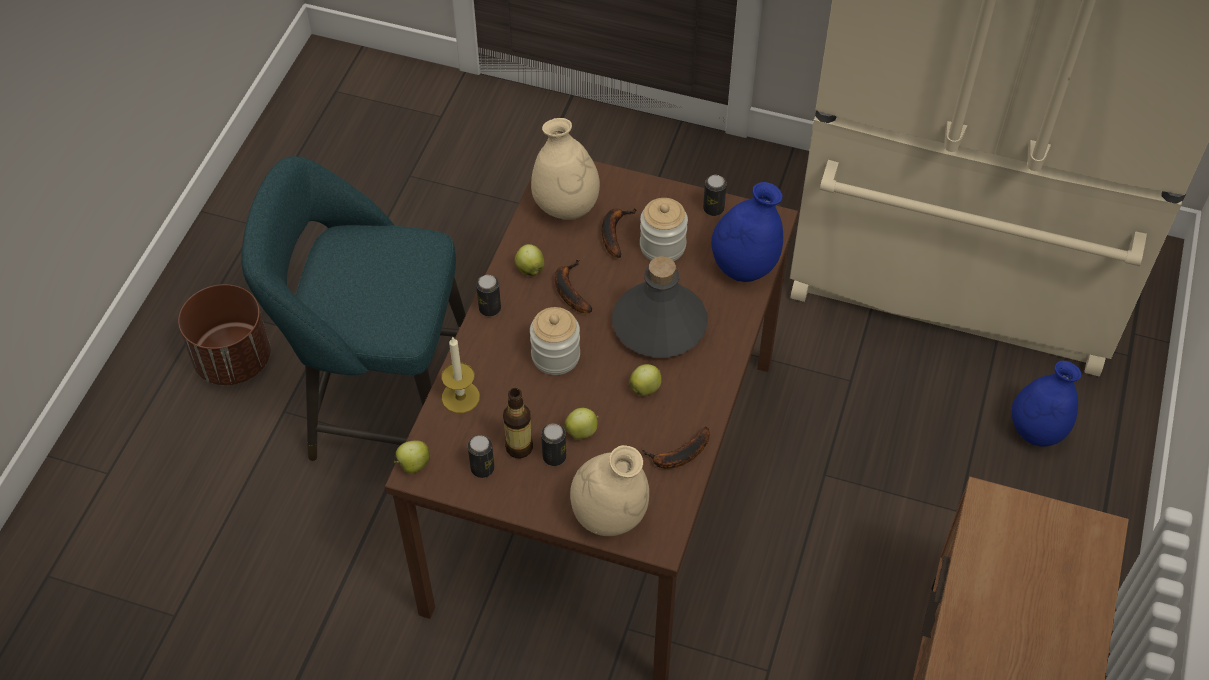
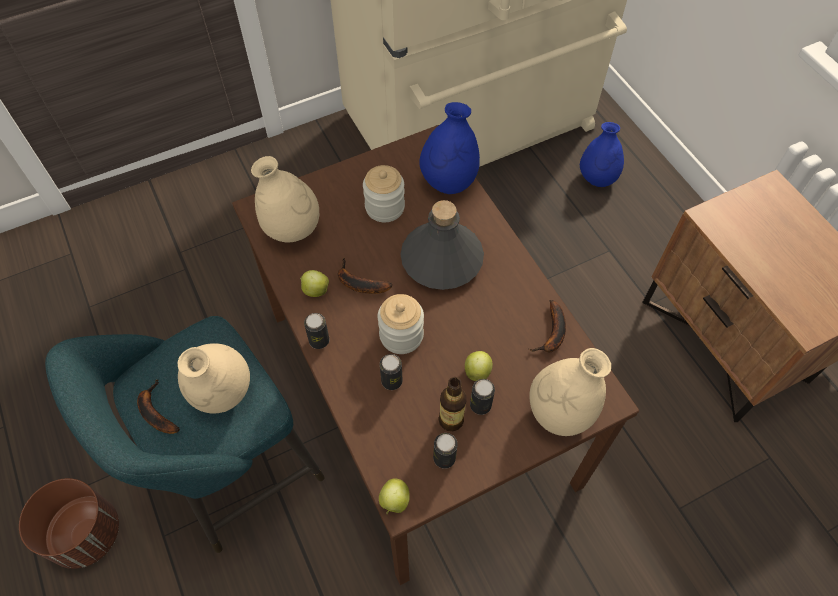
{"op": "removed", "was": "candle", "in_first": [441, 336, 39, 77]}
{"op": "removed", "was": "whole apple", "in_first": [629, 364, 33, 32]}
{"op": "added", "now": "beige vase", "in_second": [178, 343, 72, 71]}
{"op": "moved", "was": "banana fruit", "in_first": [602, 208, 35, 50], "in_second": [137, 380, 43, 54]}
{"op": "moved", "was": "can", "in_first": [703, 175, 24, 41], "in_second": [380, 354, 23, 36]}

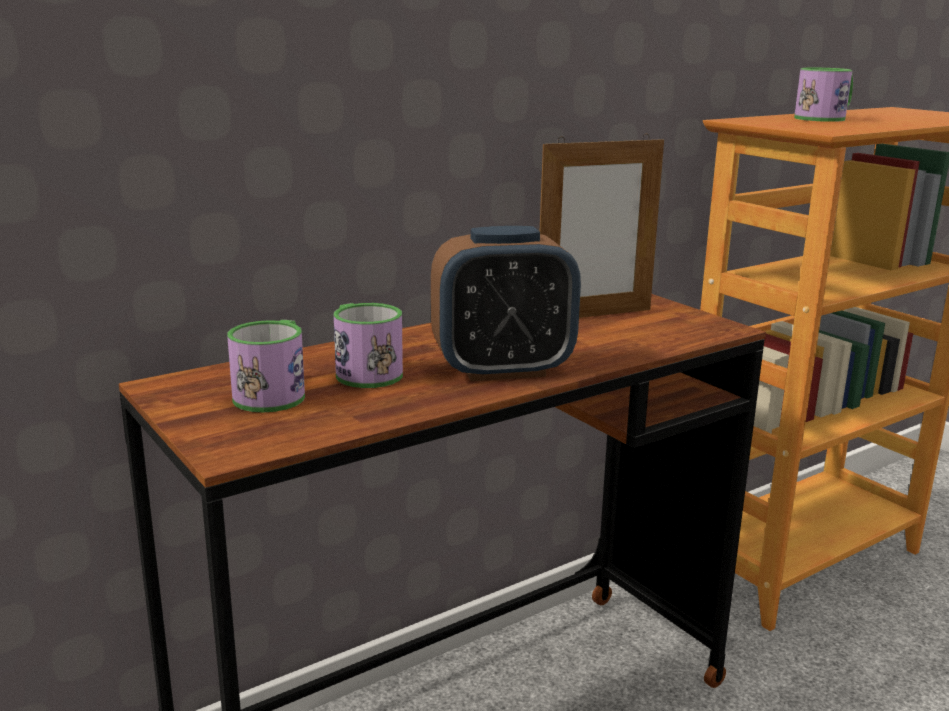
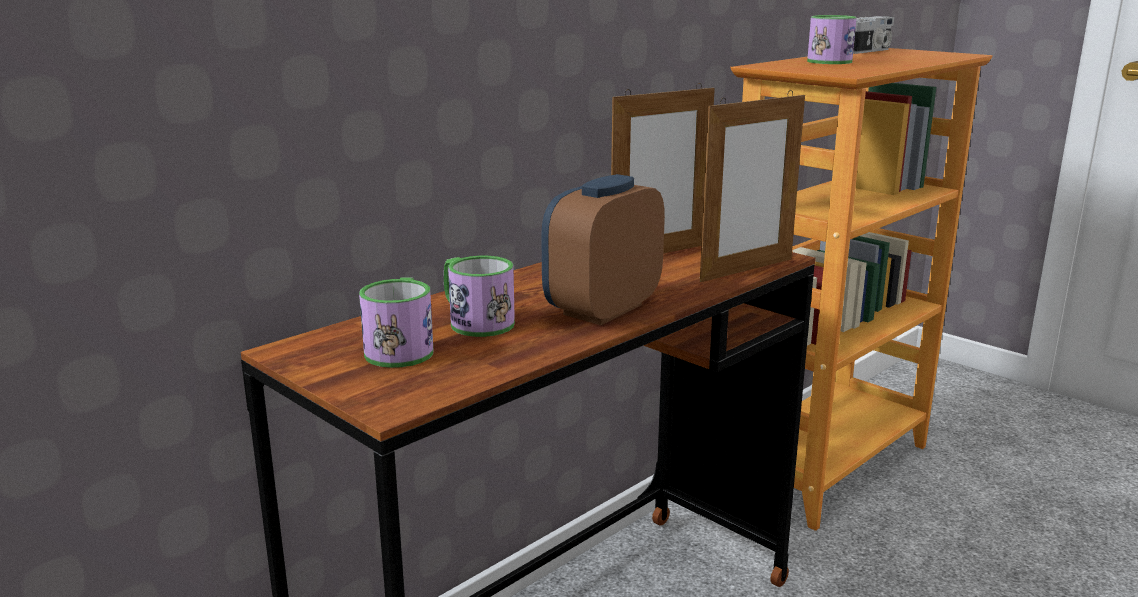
{"op": "added", "now": "photo frame", "in_second": [700, 90, 105, 192]}
{"op": "added", "now": "photo camera", "in_second": [853, 16, 41, 38]}
{"op": "turned", "was": "alarm clock", "in_first": [431, 226, 150, 155], "in_second": [541, 174, 124, 151], "clockwise": 150}

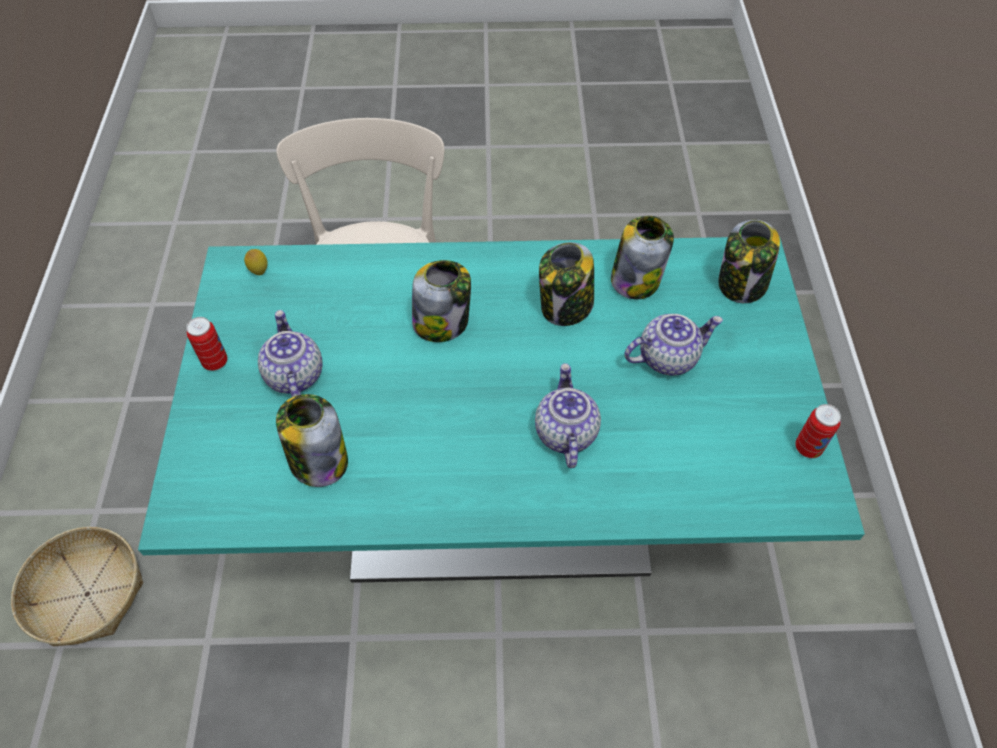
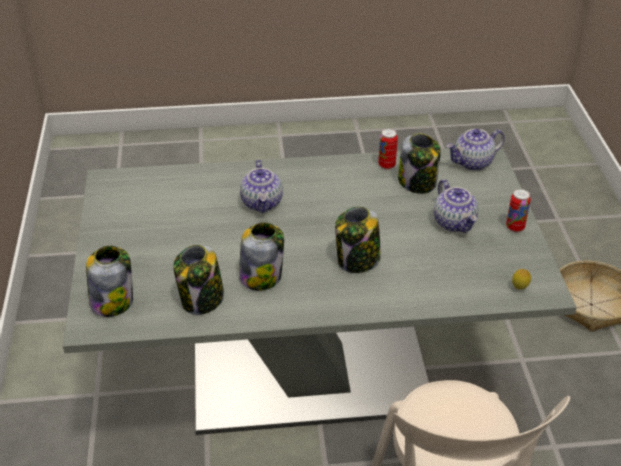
{"op": "moved", "was": "pot for tea", "in_first": [624, 314, 99, 62], "in_second": [447, 129, 58, 42]}
{"op": "moved", "was": "can", "in_first": [795, 404, 46, 54], "in_second": [378, 129, 20, 40]}
{"op": "recoloured", "was": "turquoise kitchen table", "now": "grey kitchen table", "in_first": [138, 236, 727, 347], "in_second": [63, 145, 514, 290]}

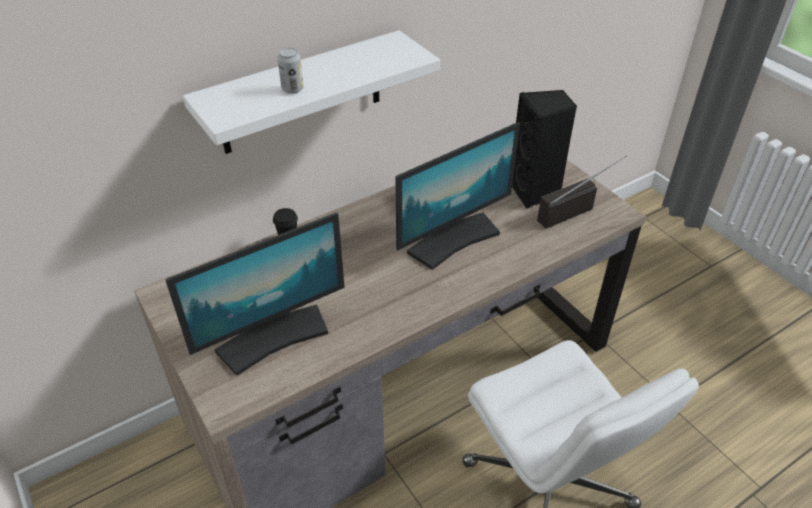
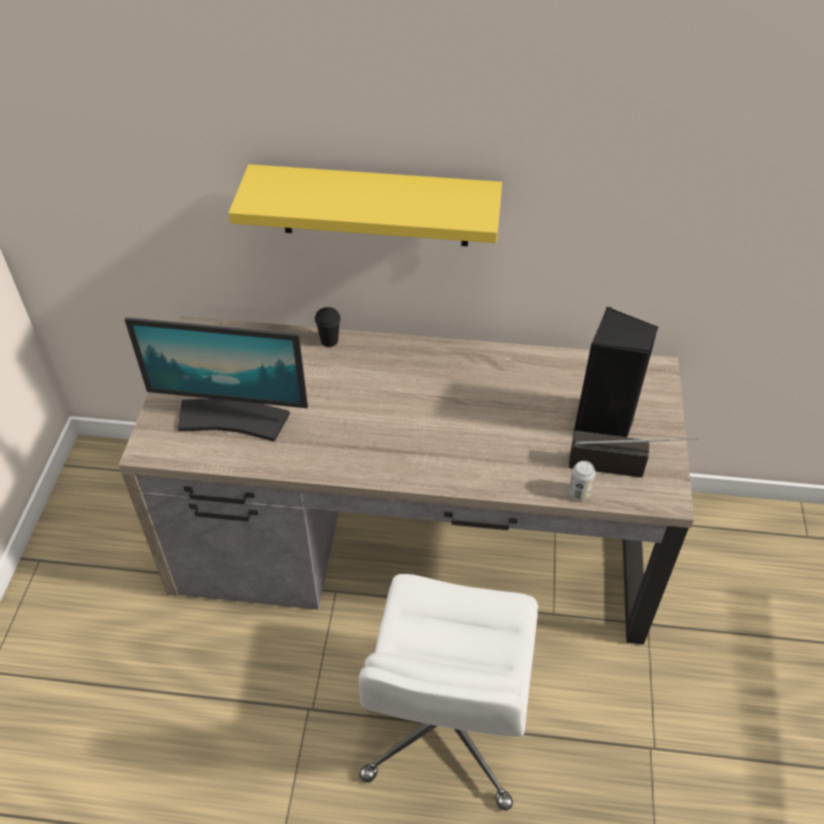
{"op": "removed", "was": "computer screen", "in_first": [395, 122, 125, 148]}
{"op": "moved", "was": "can", "in_first": [277, 48, 27, 46], "in_second": [569, 461, 27, 40]}
{"op": "recoloured", "was": "white-coloured bracket shelf", "now": "yellow bracket shelf", "in_first": [183, 30, 257, 124], "in_second": [229, 164, 273, 82]}

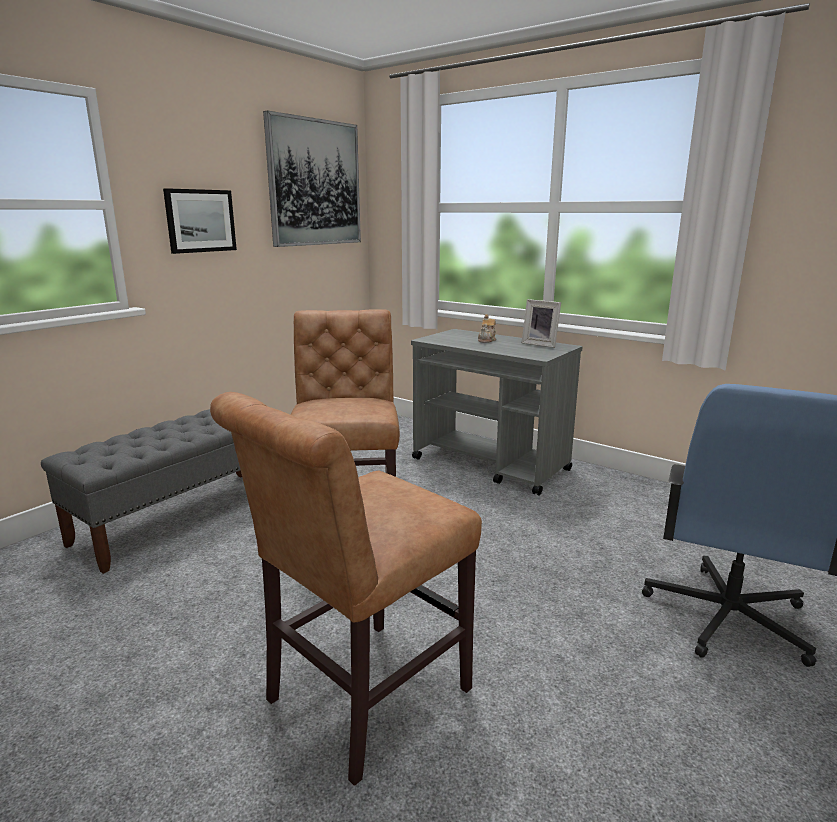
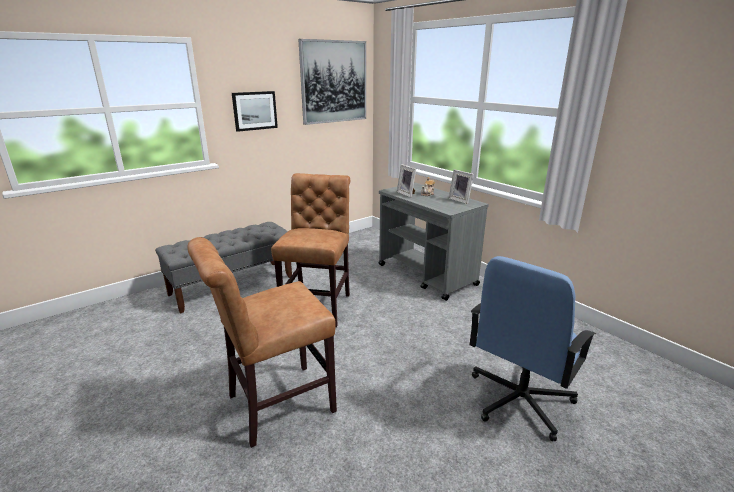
{"op": "added", "now": "photo frame", "in_second": [397, 164, 19, 33]}

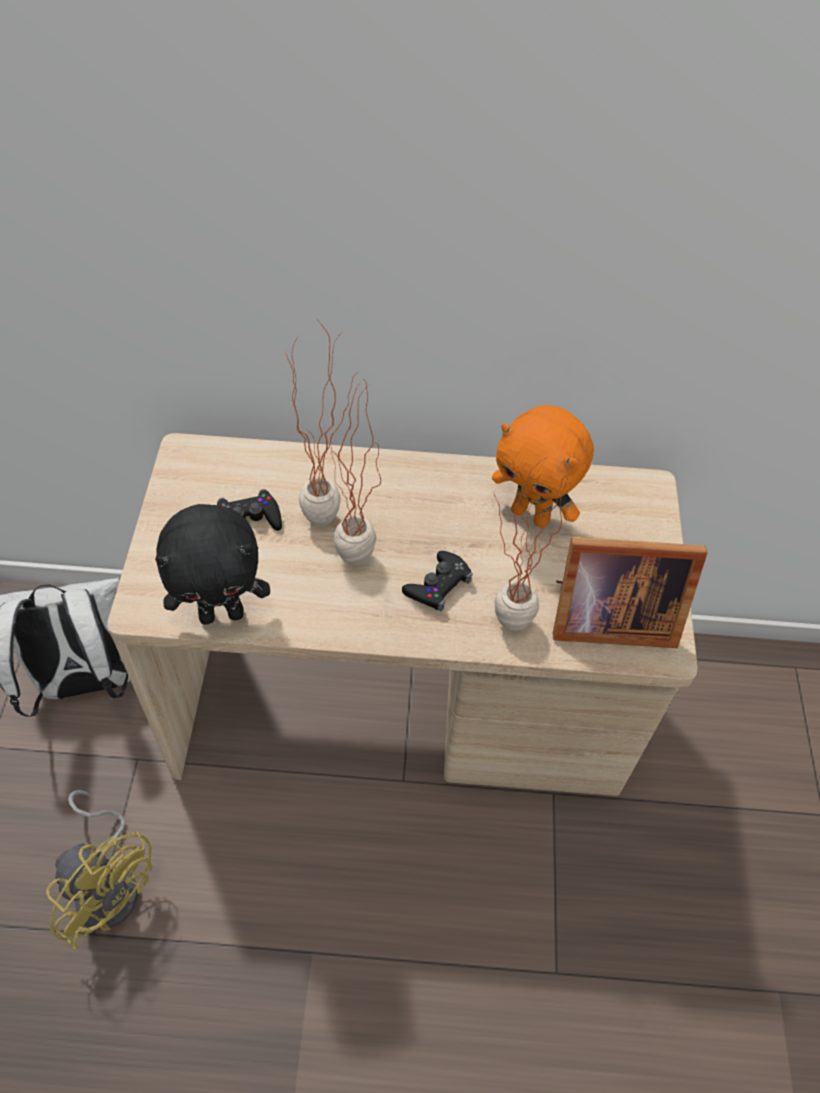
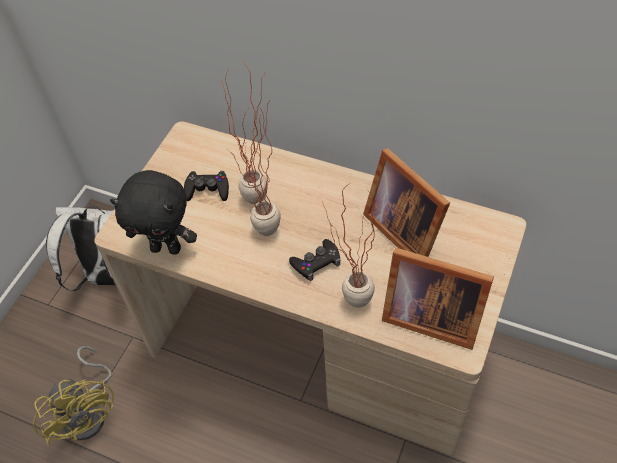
{"op": "replaced", "was": "orange cuddly toy", "now": "photo frame", "in_first": [492, 405, 102, 123], "in_second": [363, 148, 87, 109]}

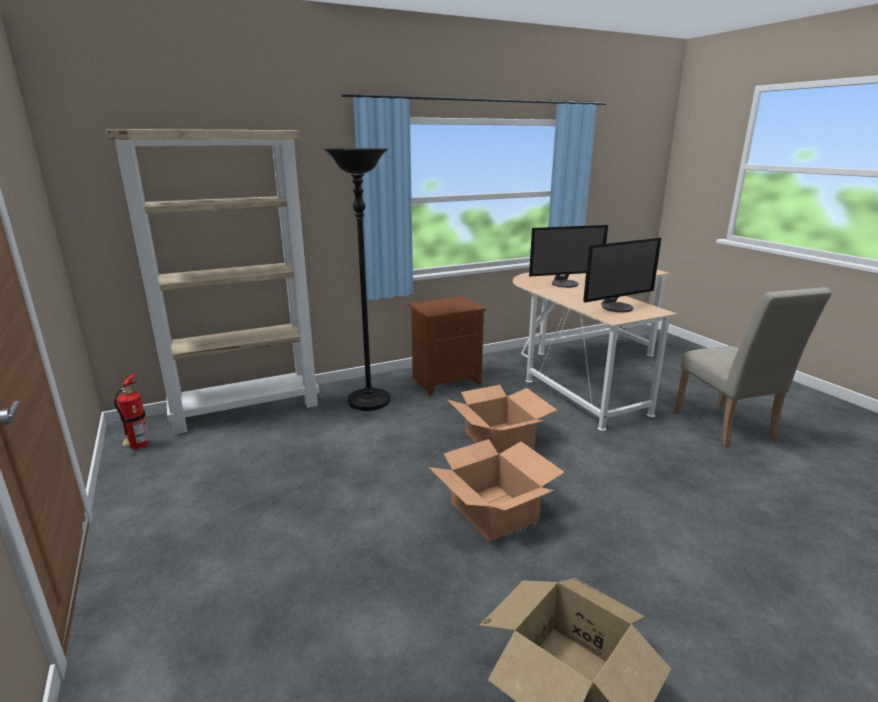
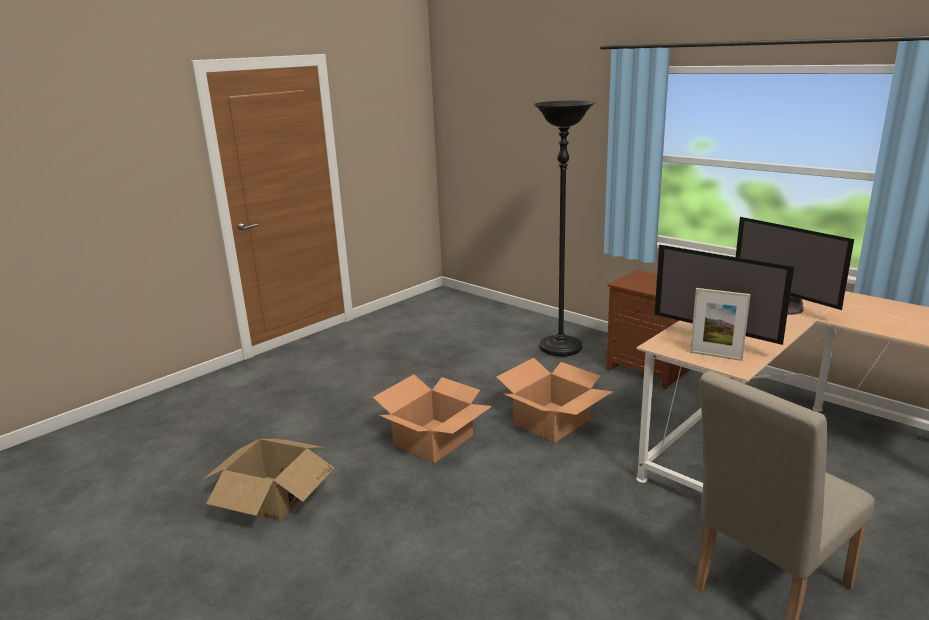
{"op": "removed", "was": "beige bookshelf", "in_first": [106, 129, 213, 305]}
{"op": "removed", "was": "fire extinguisher", "in_first": [114, 372, 36, 78]}
{"op": "added", "now": "photo frame", "in_second": [690, 288, 61, 73]}

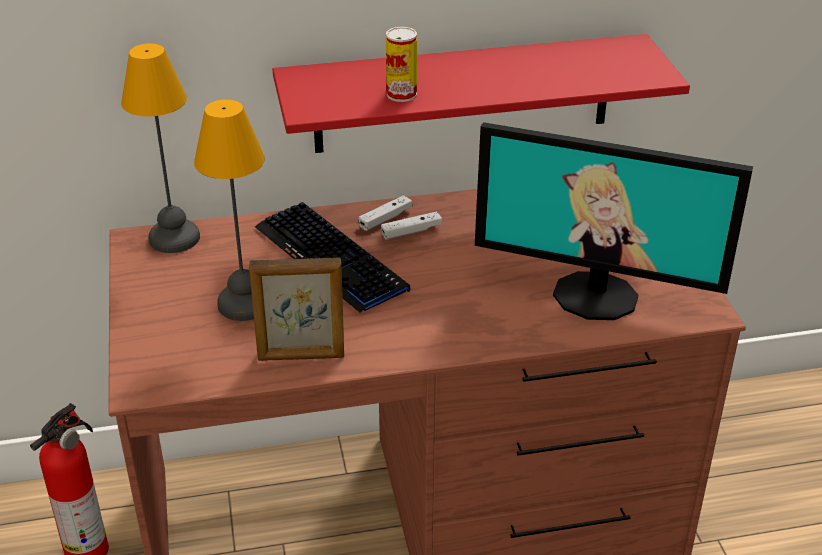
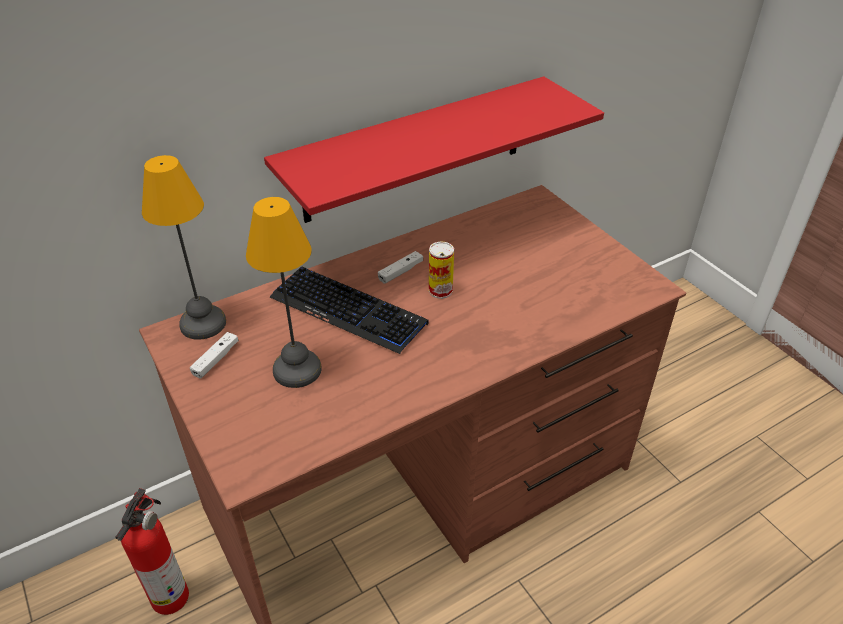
{"op": "removed", "was": "photo frame", "in_first": [249, 257, 95, 104]}
{"op": "removed", "was": "computer screen", "in_first": [475, 122, 278, 198]}
{"op": "moved", "was": "white-coloured game controller", "in_first": [358, 195, 54, 36], "in_second": [190, 332, 49, 47]}
{"op": "moved", "was": "can", "in_first": [386, 27, 31, 75], "in_second": [429, 241, 25, 58]}

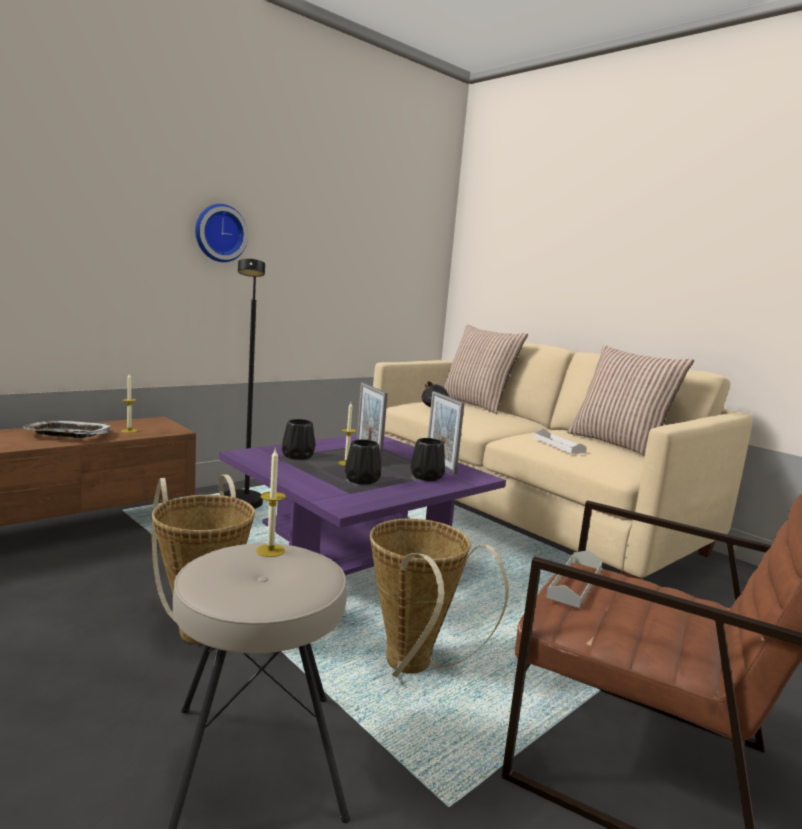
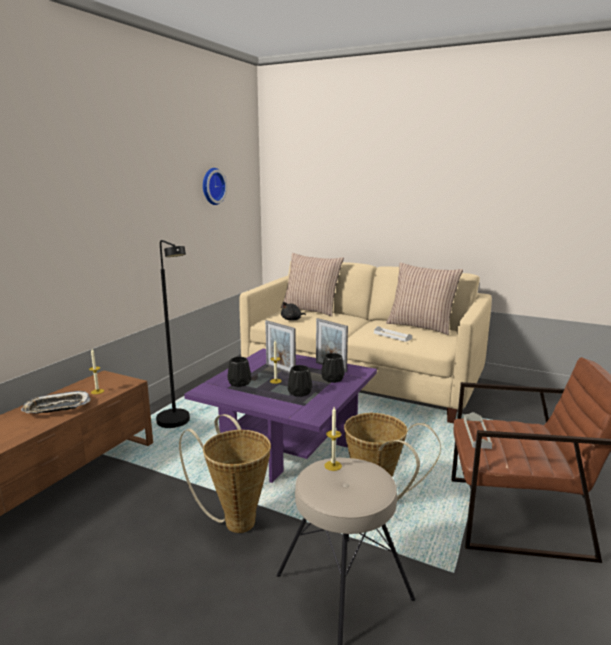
{"op": "moved", "was": "wall clock", "in_first": [195, 204, 53, 58], "in_second": [203, 168, 24, 37]}

